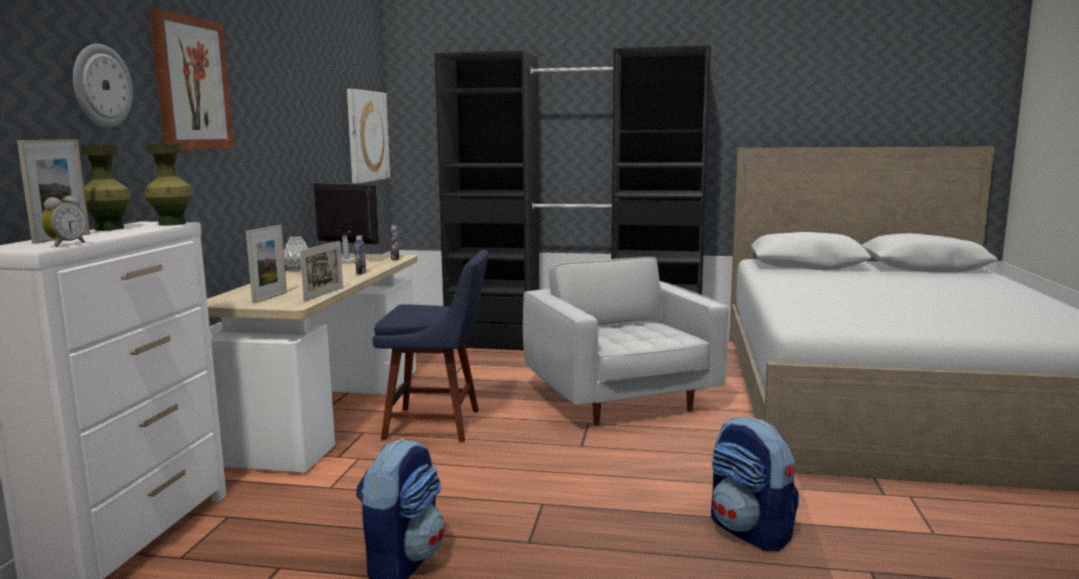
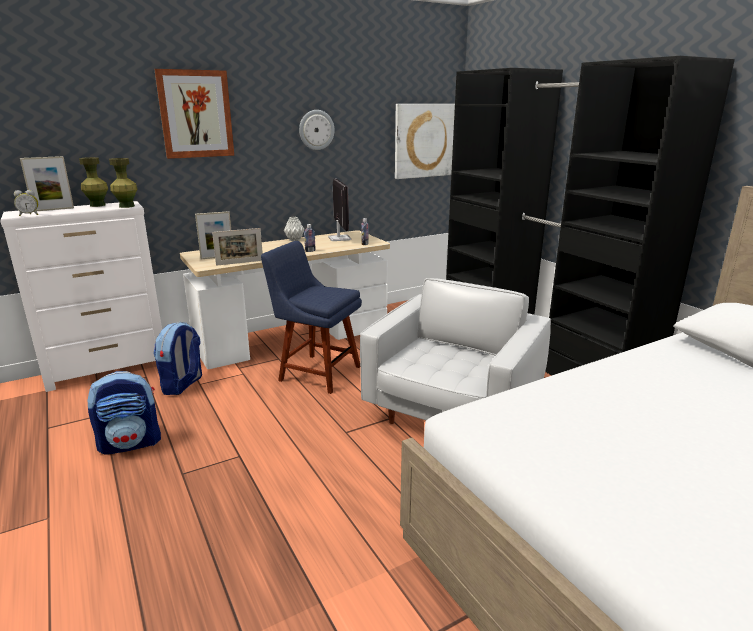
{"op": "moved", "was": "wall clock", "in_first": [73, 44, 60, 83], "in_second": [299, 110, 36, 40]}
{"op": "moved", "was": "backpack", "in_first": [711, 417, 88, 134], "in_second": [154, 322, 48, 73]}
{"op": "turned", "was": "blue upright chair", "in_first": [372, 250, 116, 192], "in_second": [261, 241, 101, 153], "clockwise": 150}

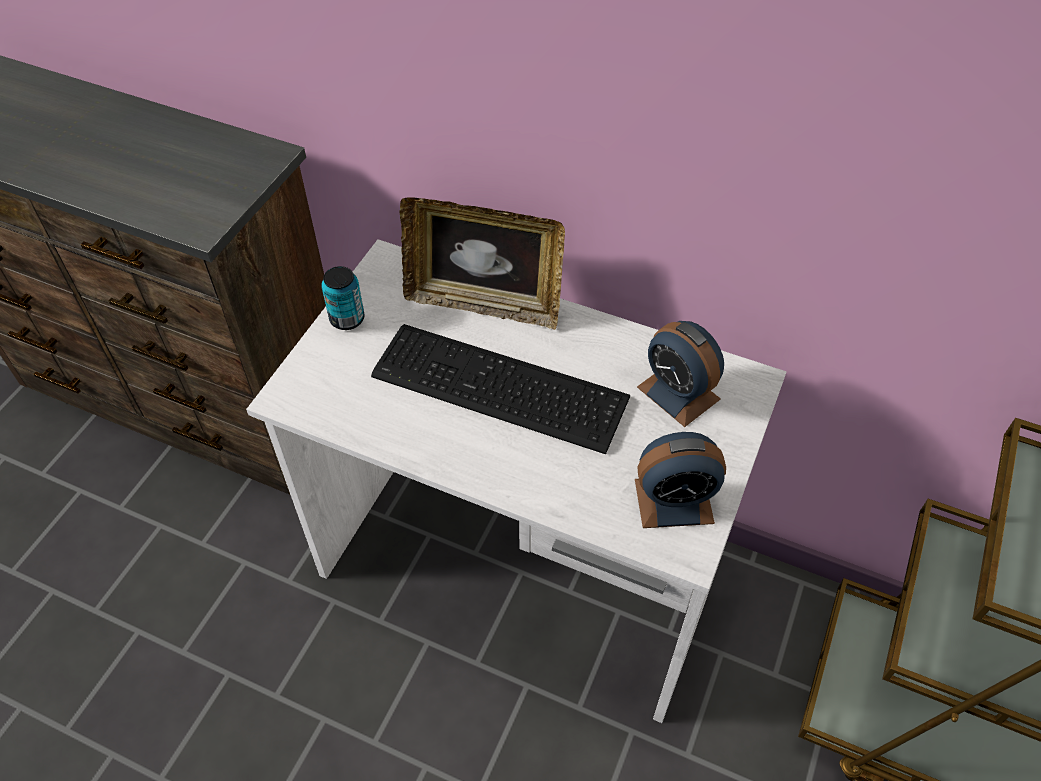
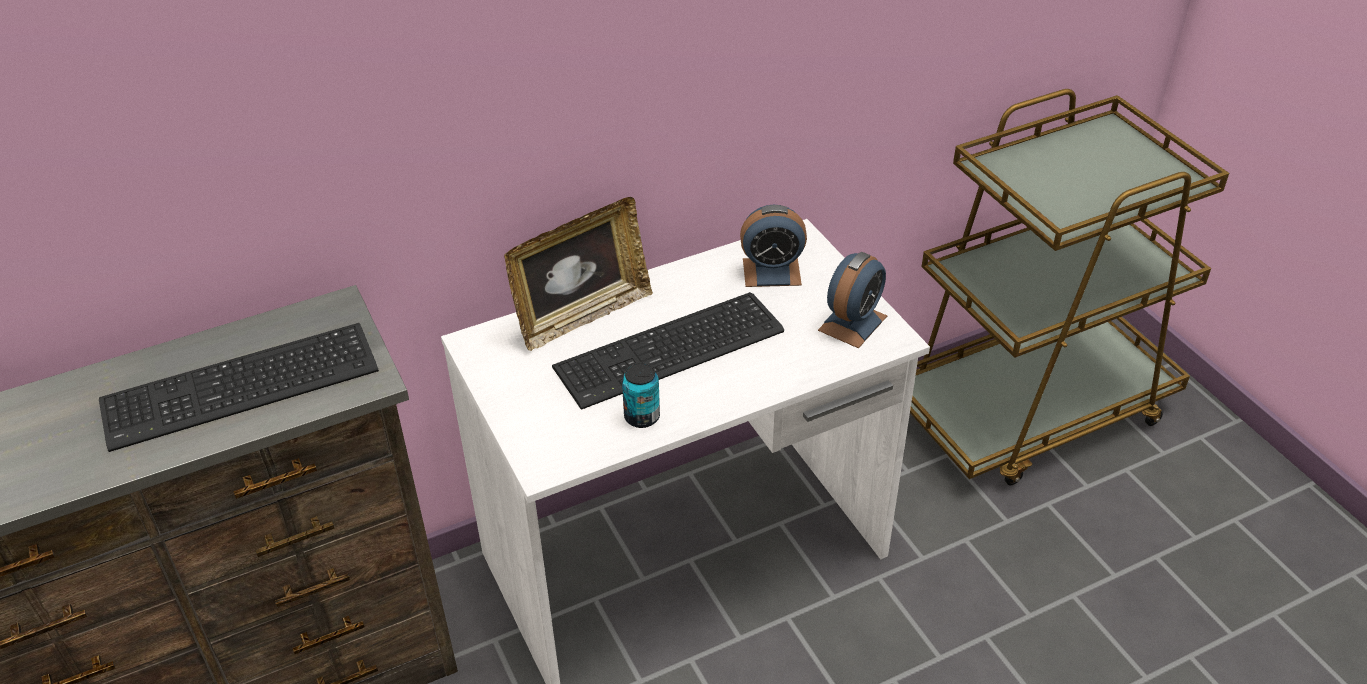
{"op": "added", "now": "computer keyboard", "in_second": [99, 323, 280, 129]}
{"op": "moved", "was": "can", "in_first": [321, 266, 44, 64], "in_second": [622, 363, 38, 65]}

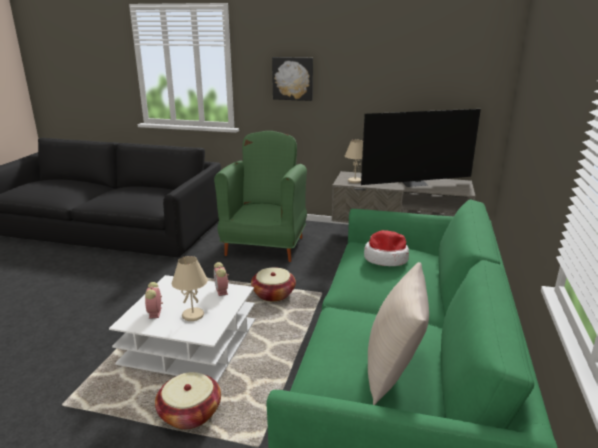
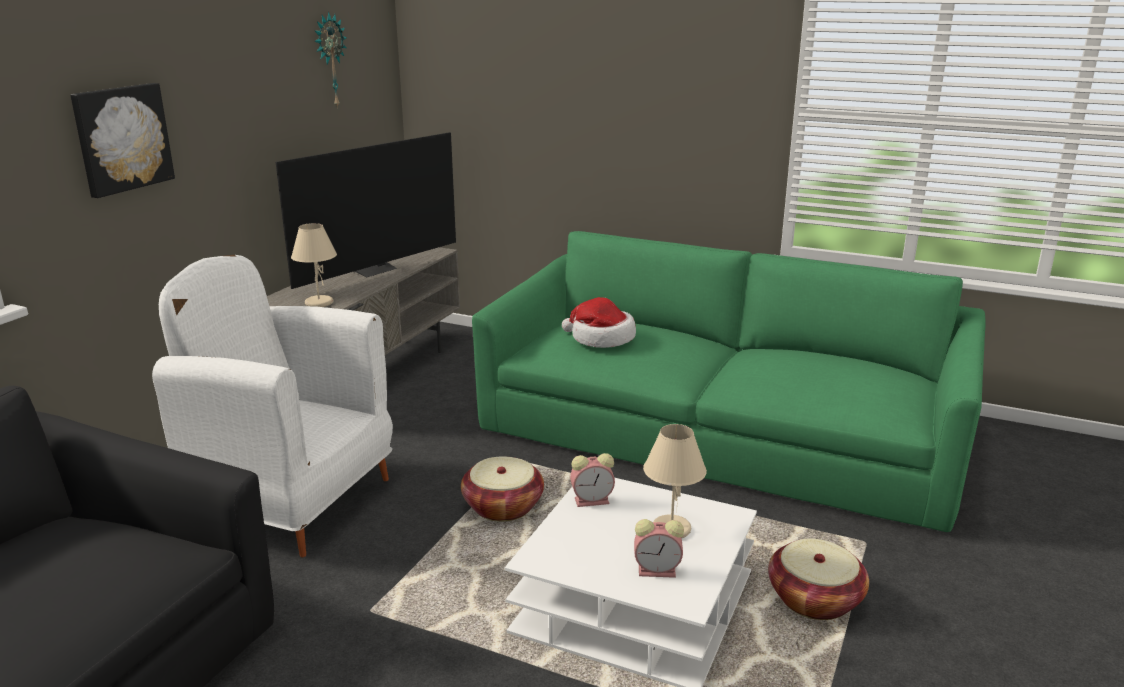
{"op": "removed", "was": "beige cushion", "in_first": [368, 262, 61, 143]}
{"op": "added", "now": "wall clock", "in_second": [314, 12, 32, 97]}
{"op": "recoloured", "was": "green easy chair", "now": "white-coloured easy chair", "in_first": [214, 131, 93, 131], "in_second": [152, 255, 241, 302]}
{"op": "turned", "was": "television", "in_first": [361, 109, 120, 78], "in_second": [276, 132, 180, 157], "clockwise": 45}

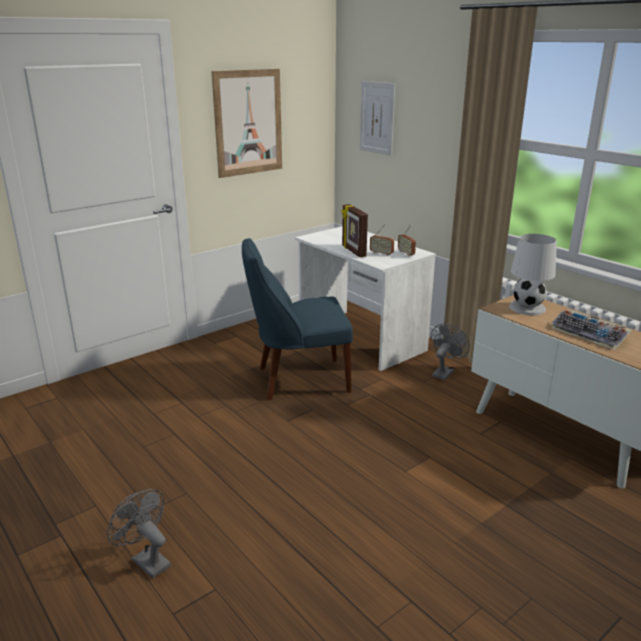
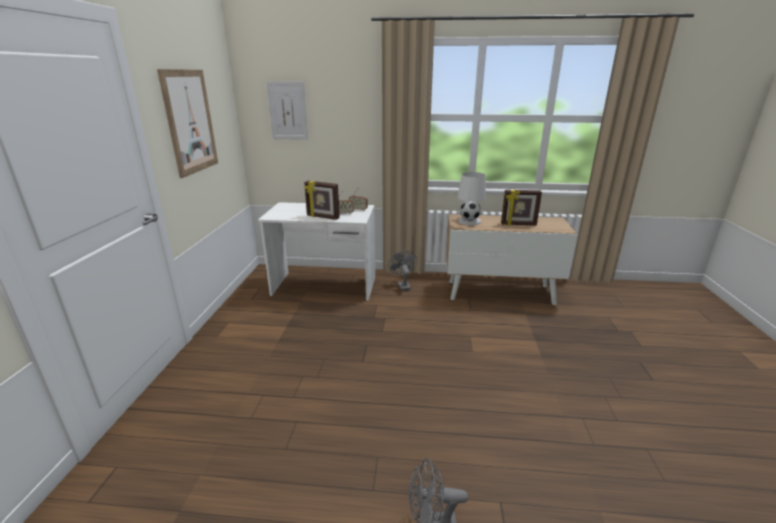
{"op": "removed", "was": "blue upright chair", "in_first": [242, 238, 111, 162]}
{"op": "replaced", "was": "computer keyboard", "now": "photo frame", "in_first": [551, 309, 81, 41], "in_second": [501, 190, 41, 35]}

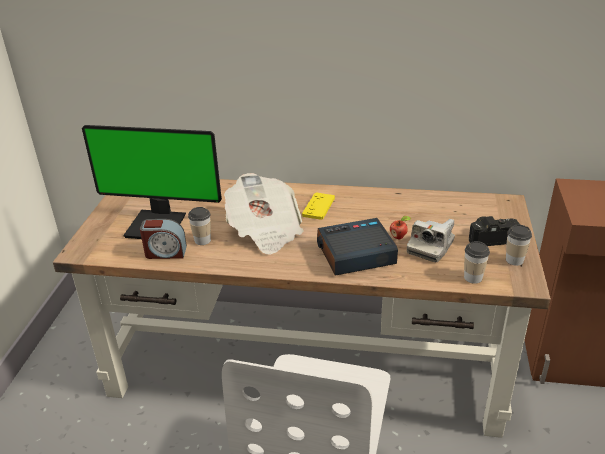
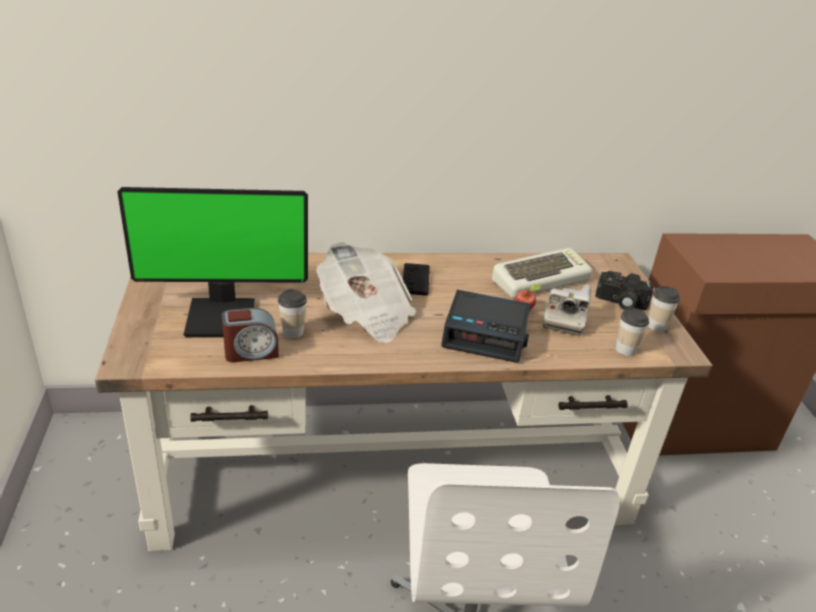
{"op": "added", "now": "computer keyboard", "in_second": [492, 248, 101, 51]}
{"op": "recoloured", "was": "yellow game controller", "now": "blackish game controller", "in_first": [302, 193, 33, 27], "in_second": [403, 263, 27, 33]}
{"op": "turned", "was": "alarm clock", "in_first": [317, 218, 81, 58], "in_second": [441, 290, 90, 73], "clockwise": -135}
{"op": "turned", "was": "photo camera", "in_first": [469, 216, 51, 30], "in_second": [595, 271, 59, 39], "clockwise": -135}

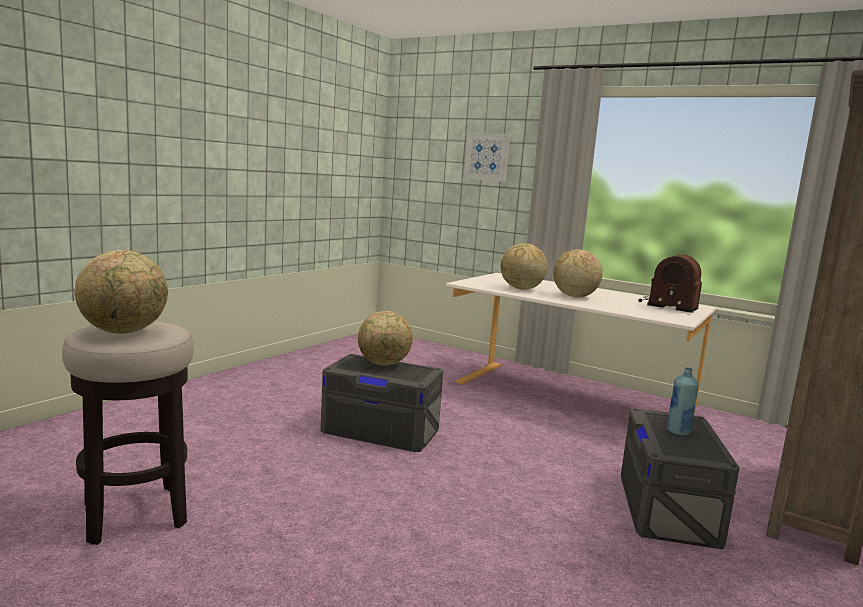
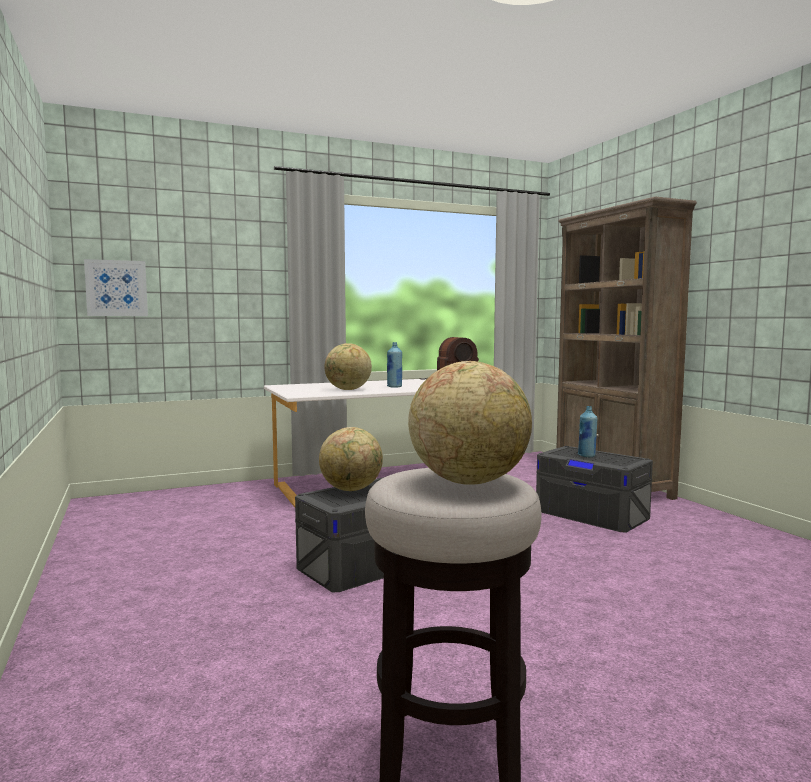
{"op": "moved", "was": "wall art", "in_first": [464, 132, 46, 50], "in_second": [84, 259, 64, 57]}
{"op": "replaced", "was": "desk globe", "now": "blue bottle", "in_first": [553, 249, 50, 48], "in_second": [387, 342, 15, 46]}

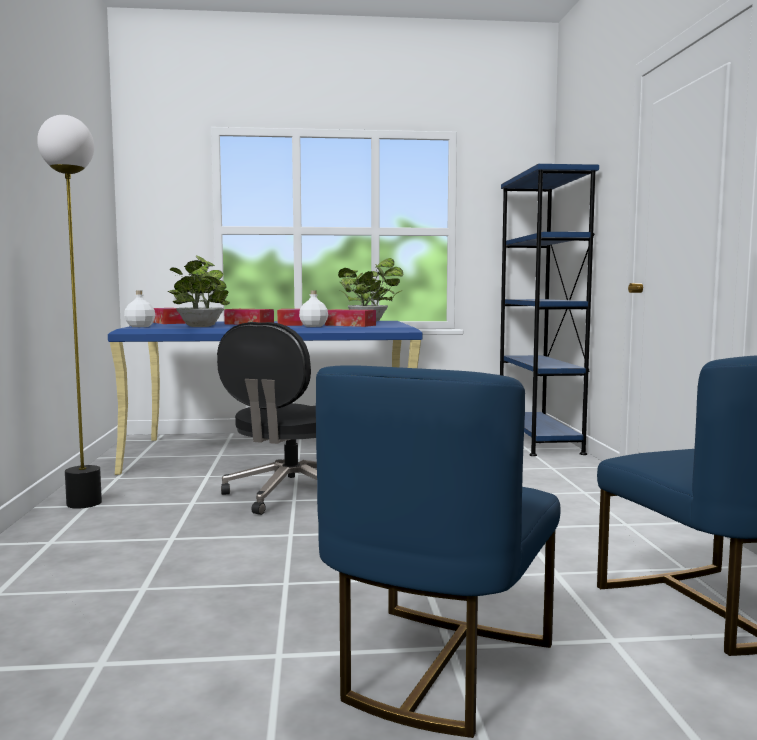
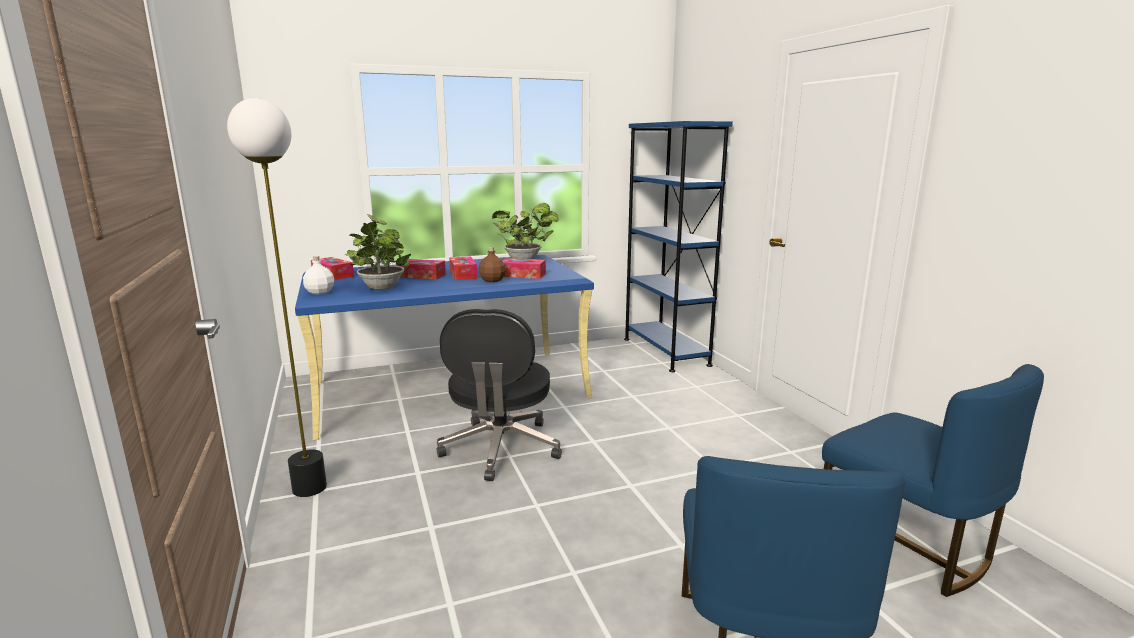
{"op": "recoloured", "was": "white-coloured bottle", "now": "brown bottle", "in_first": [299, 291, 29, 36], "in_second": [479, 247, 27, 35]}

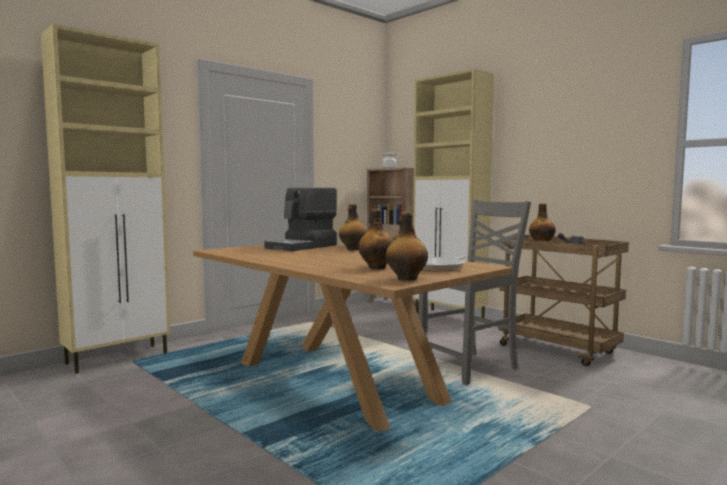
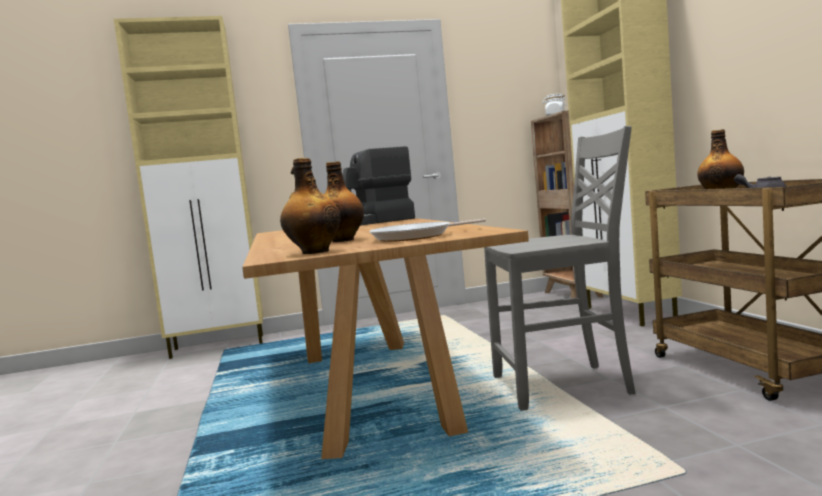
{"op": "removed", "was": "bottle", "in_first": [339, 204, 28, 46]}

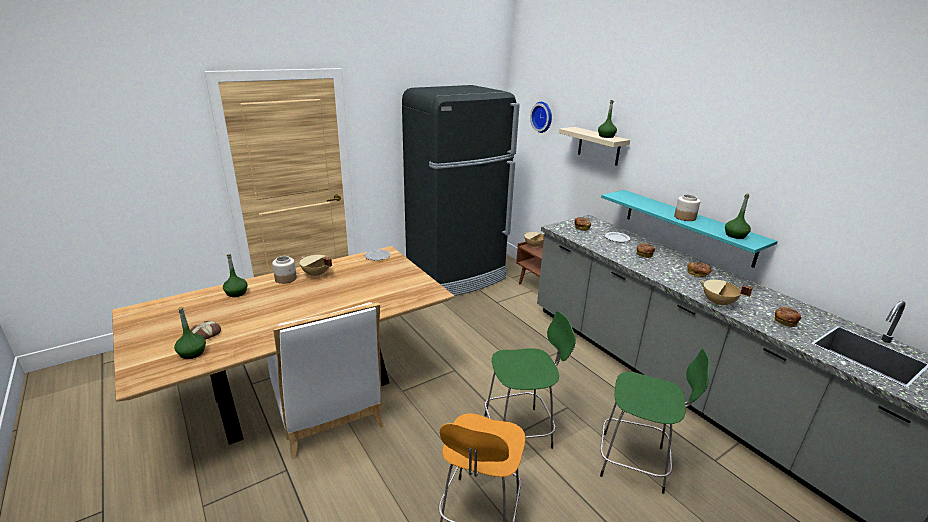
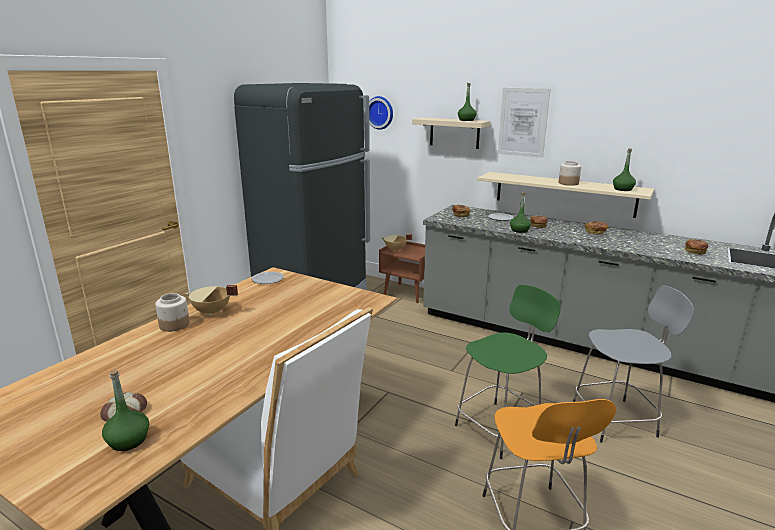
{"op": "removed", "was": "beige cooking pot", "in_first": [700, 280, 53, 26]}
{"op": "added", "now": "wall art", "in_second": [498, 88, 53, 70]}
{"op": "moved", "was": "green bottle", "in_first": [223, 254, 24, 43], "in_second": [510, 192, 21, 41]}
{"op": "recoloured", "was": "green sitting stool", "now": "grey sitting stool", "in_first": [600, 348, 110, 146], "in_second": [573, 285, 121, 158]}
{"op": "recoloured", "was": "turquoise bracket shelf", "now": "beige bracket shelf", "in_first": [601, 190, 177, 78], "in_second": [477, 172, 177, 46]}

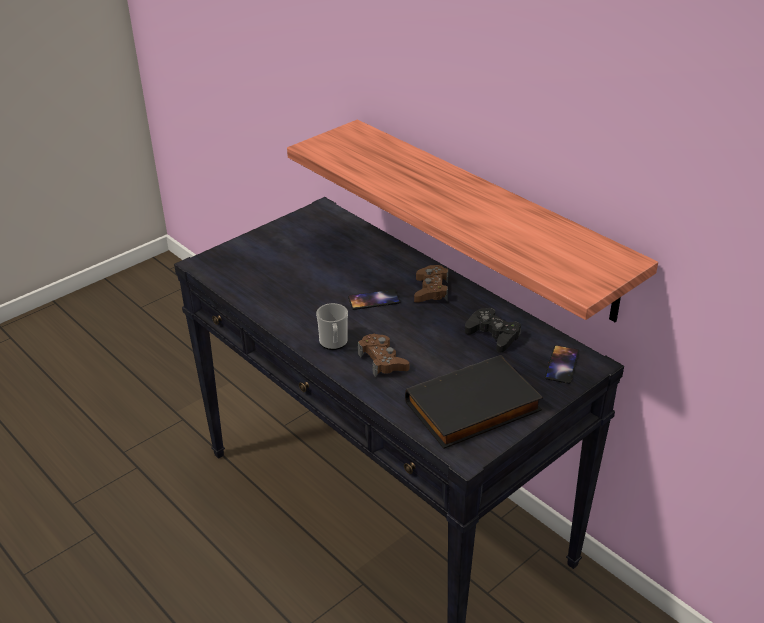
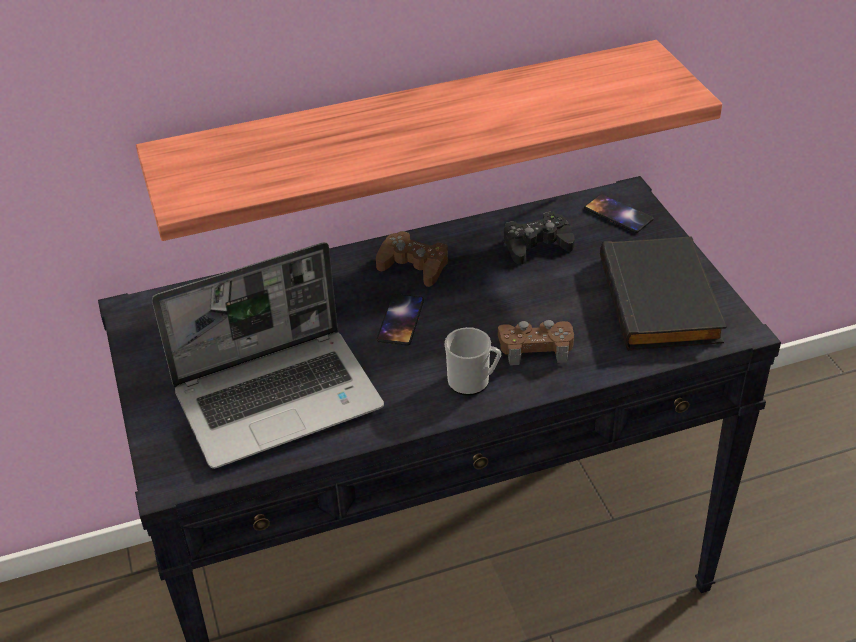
{"op": "added", "now": "portable computer", "in_second": [152, 242, 232, 227]}

